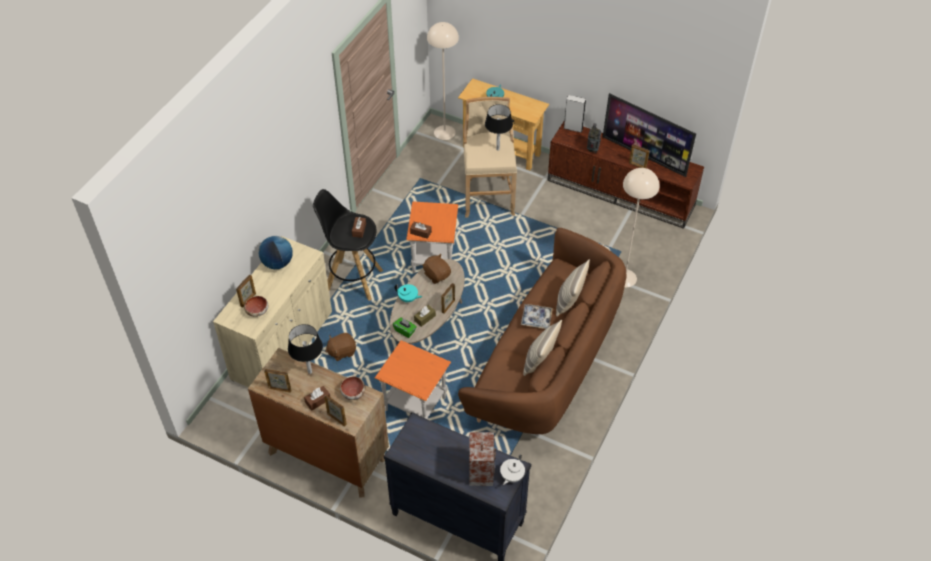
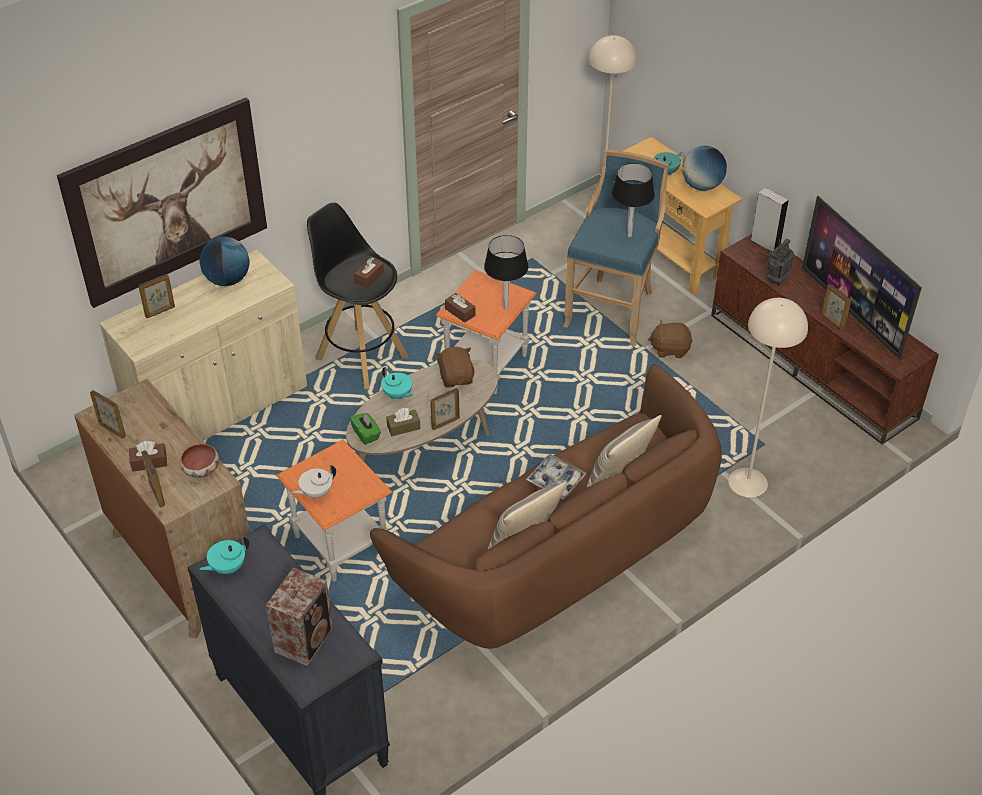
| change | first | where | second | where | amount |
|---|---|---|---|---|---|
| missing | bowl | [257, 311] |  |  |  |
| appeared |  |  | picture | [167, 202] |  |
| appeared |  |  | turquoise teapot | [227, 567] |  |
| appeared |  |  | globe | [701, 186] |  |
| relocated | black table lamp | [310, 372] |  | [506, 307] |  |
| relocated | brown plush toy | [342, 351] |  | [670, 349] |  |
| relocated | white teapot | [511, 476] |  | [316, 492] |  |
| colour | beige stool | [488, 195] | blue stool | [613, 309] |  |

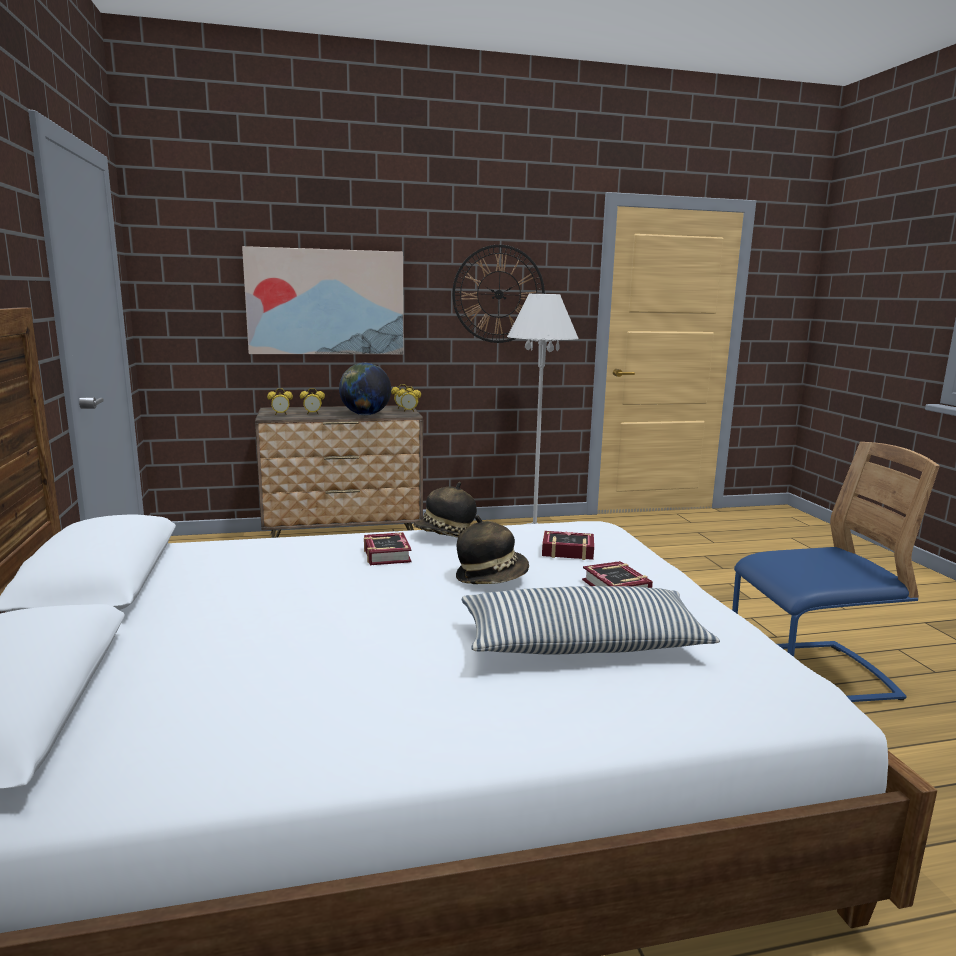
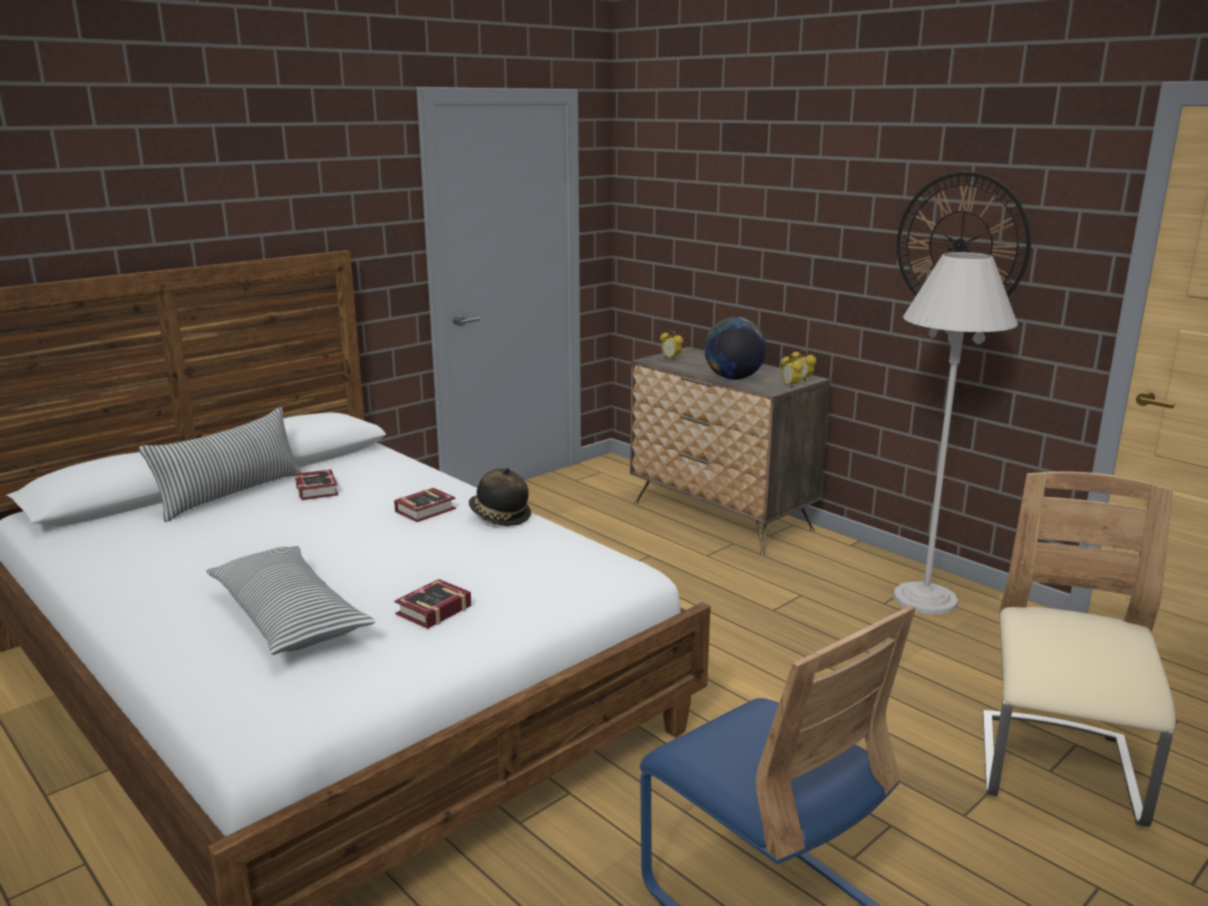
| change | first | where | second | where | amount |
|---|---|---|---|---|---|
| missing | picture | [326, 302] |  |  |  |
| missing | alarm clock | [313, 414] |  |  |  |
| missing | hat | [491, 577] |  |  |  |
| appeared |  |  | pillow | [231, 494] |  |
| appeared |  |  | beige chair | [1058, 771] |  |
| relocated | book | [565, 550] |  | [318, 489] |  |

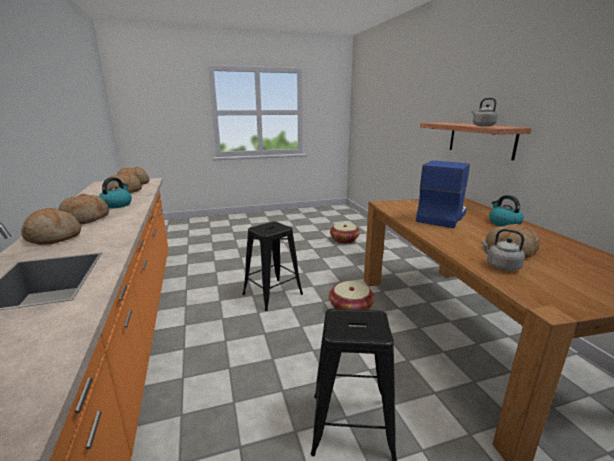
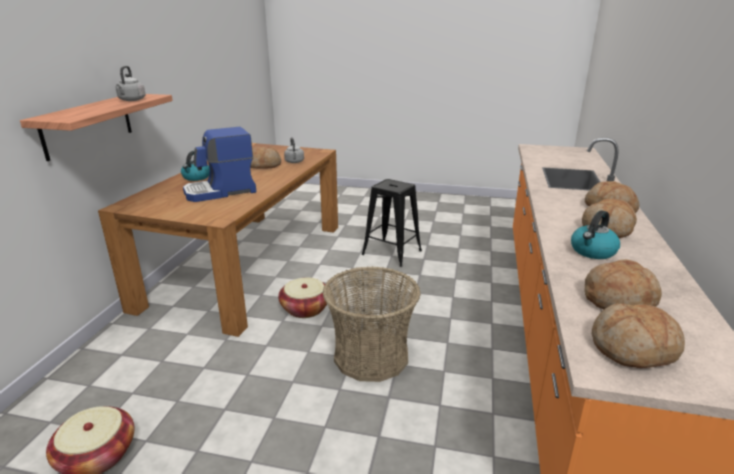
| change | first | where | second | where | amount |
|---|---|---|---|---|---|
| exchanged | black stool | [272, 294] | basket | [371, 356] |  |

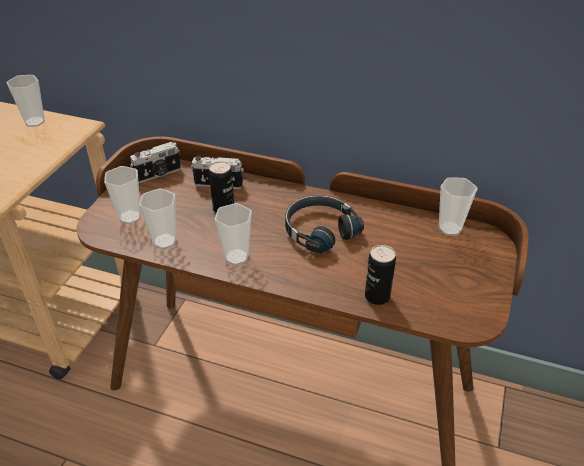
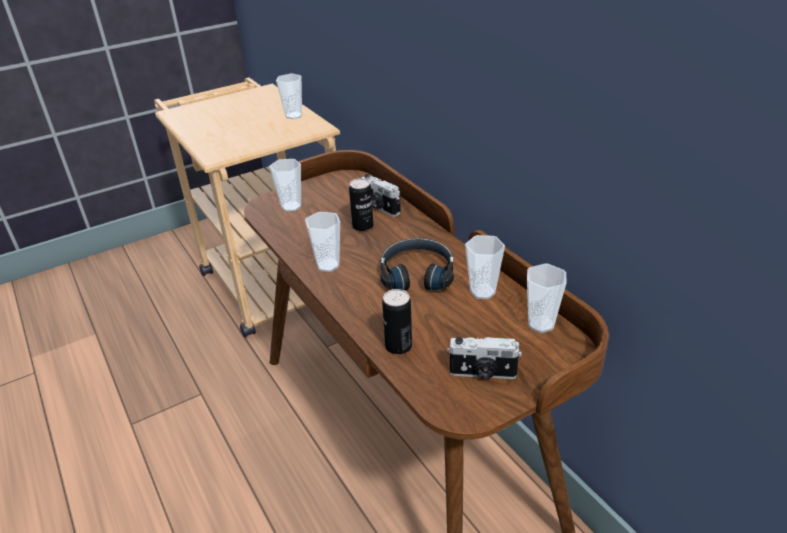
| change | first | where | second | where | amount |
|---|---|---|---|---|---|
| relocated | photo camera | [158, 174] |  | [483, 374] |  |
| relocated | cup | [164, 241] |  | [482, 292] |  |

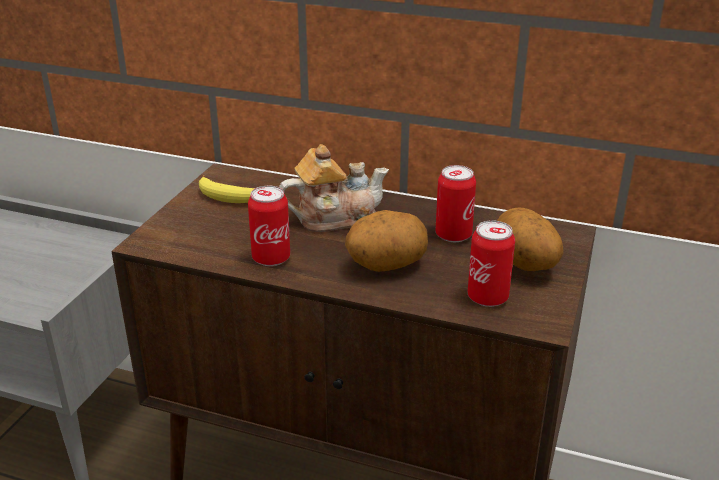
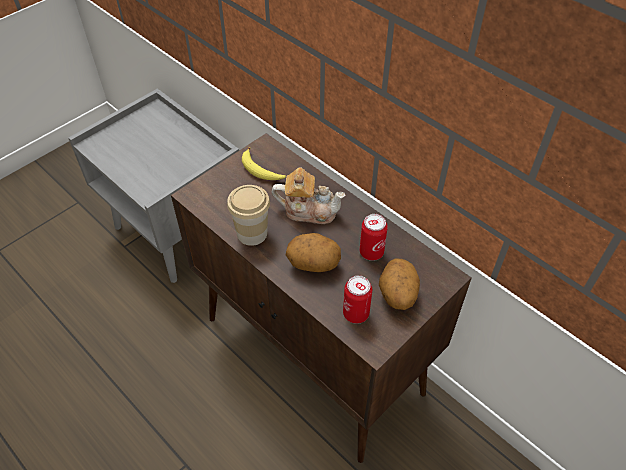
| change | first | where | second | where | amount |
|---|---|---|---|---|---|
| exchanged | can | [271, 258] | cup | [252, 233] |  |

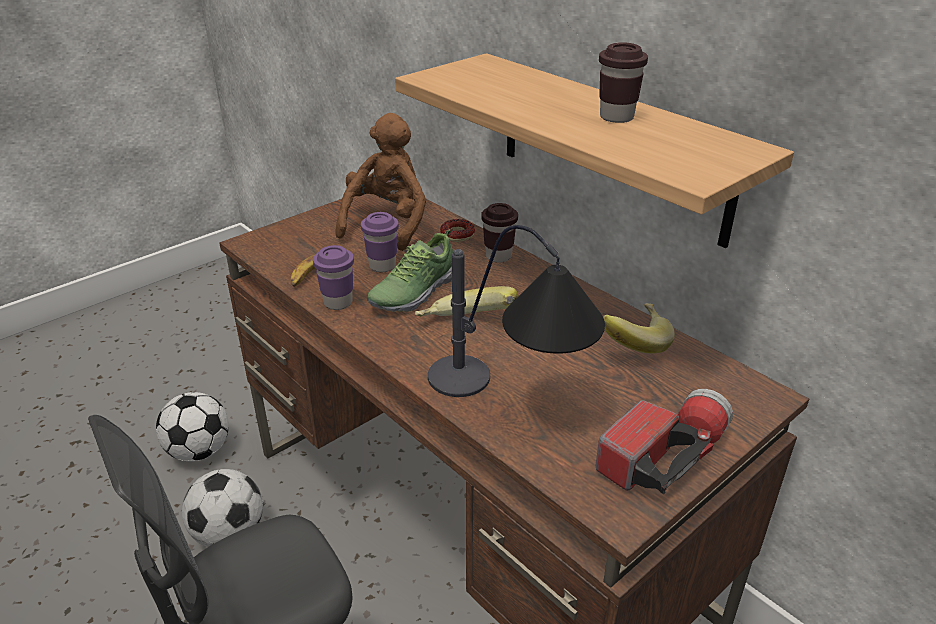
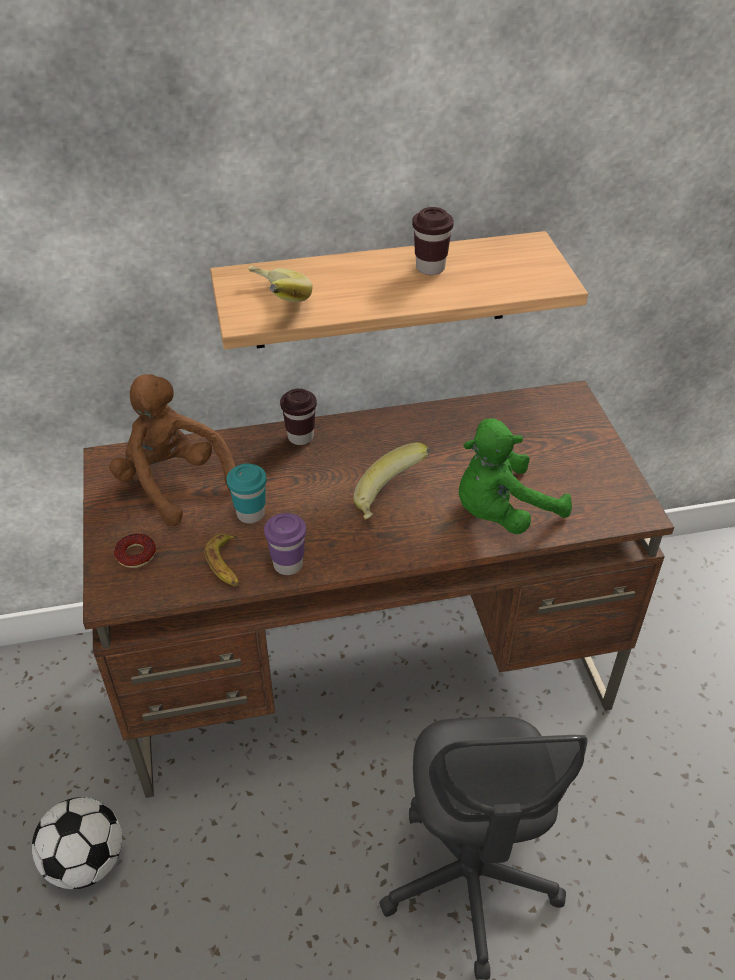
| change | first | where | second | where | amount |
|---|---|---|---|---|---|
| missing | football | [229, 534] |  |  |  |
| missing | shoe | [413, 291] |  |  |  |
| missing | flashlight | [663, 455] |  |  |  |
| relocated | donut | [457, 235] |  | [136, 554] |  |
| relocated | banana | [632, 343] |  | [274, 304] |  |
| exchanged | table lamp | [512, 402] | green plush toy | [501, 513] |  |
| colour | purple cup | [382, 266] | turquoise cup | [250, 514] |  |

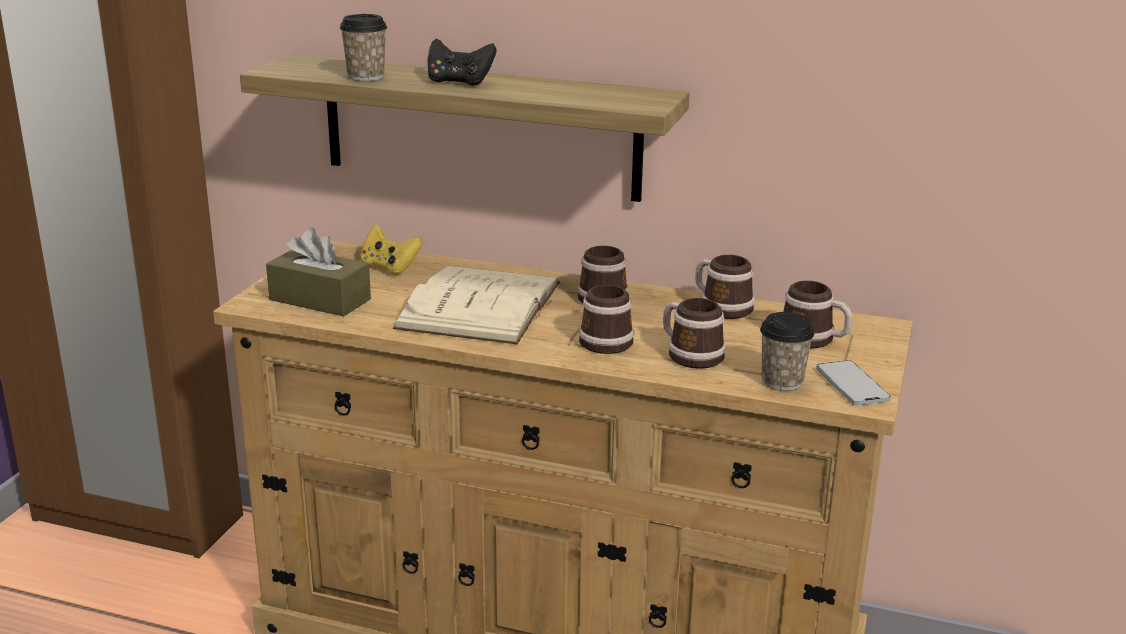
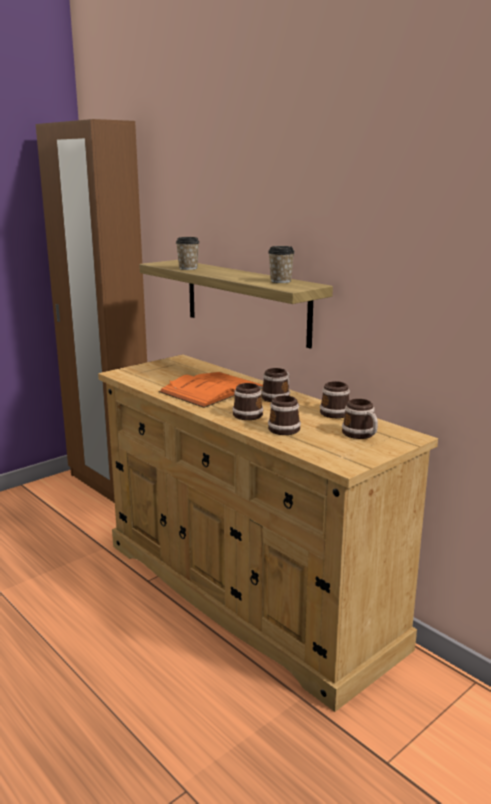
| change | first | where | second | where | amount |
|---|---|---|---|---|---|
| missing | brown tissue box | [320, 299] |  |  |  |
| missing | yellow game controller | [389, 267] |  |  |  |
| missing | black game controller | [459, 82] |  |  |  |
| missing | phone | [852, 385] |  |  |  |
| relocated | cup | [782, 381] |  | [280, 281] |  |
| colour | beige book | [480, 305] | orange book | [212, 390] |  |

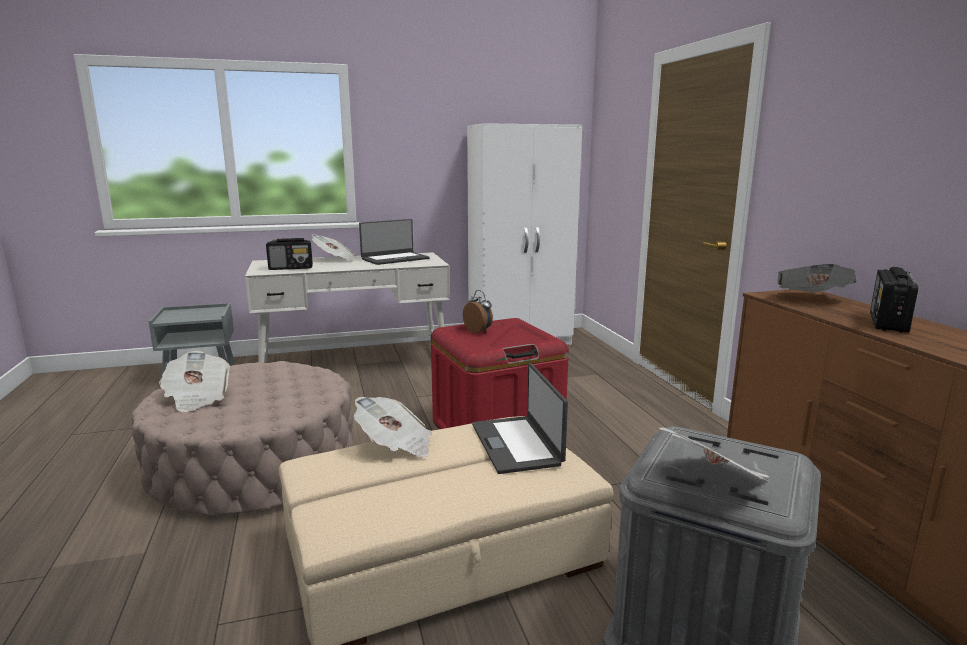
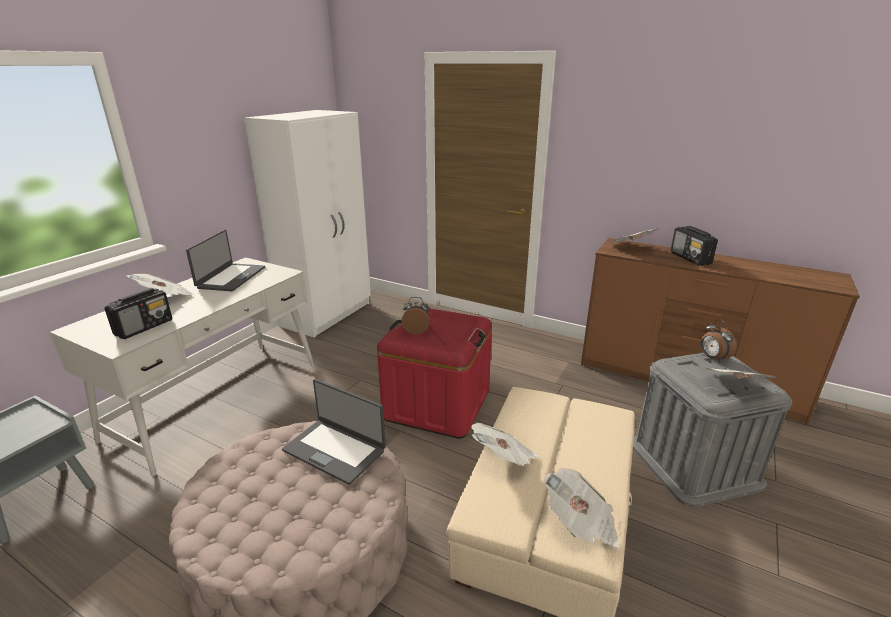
| change | first | where | second | where | amount |
|---|---|---|---|---|---|
| appeared |  |  | alarm clock | [712, 358] |  |
| relocated | newspaper | [197, 398] |  | [580, 523] |  |
| relocated | laptop | [517, 444] |  | [335, 450] |  |

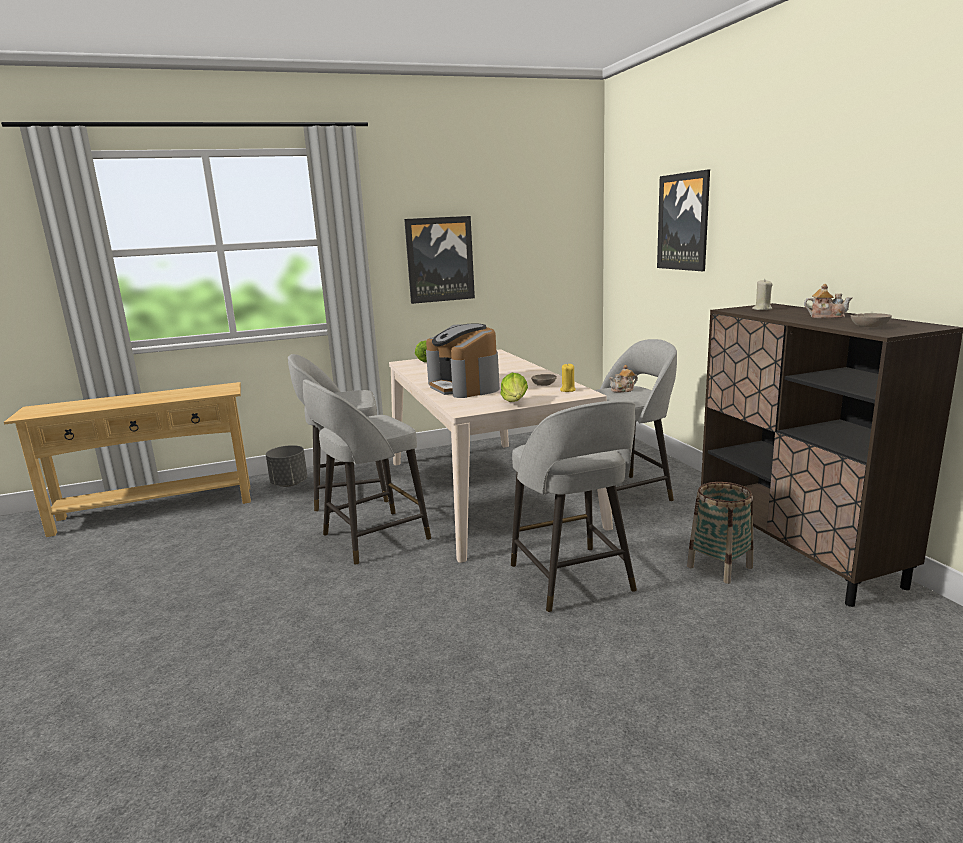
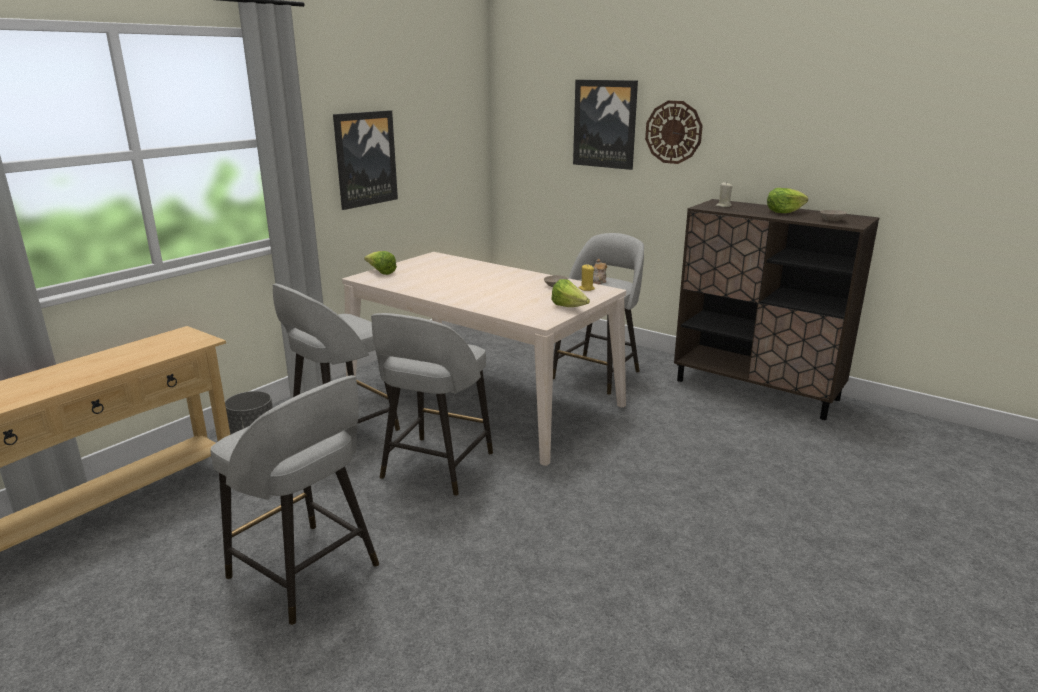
| change | first | where | second | where | amount |
|---|---|---|---|---|---|
| missing | coffee machine | [465, 387] |  |  |  |
| missing | basket | [719, 567] |  |  |  |
| appeared |  |  | wall clock | [673, 132] |  |
| relocated | grey stool | [572, 580] |  | [306, 573] |  |
| exchanged | teapot | [826, 316] | lettuce | [784, 212] |  |

